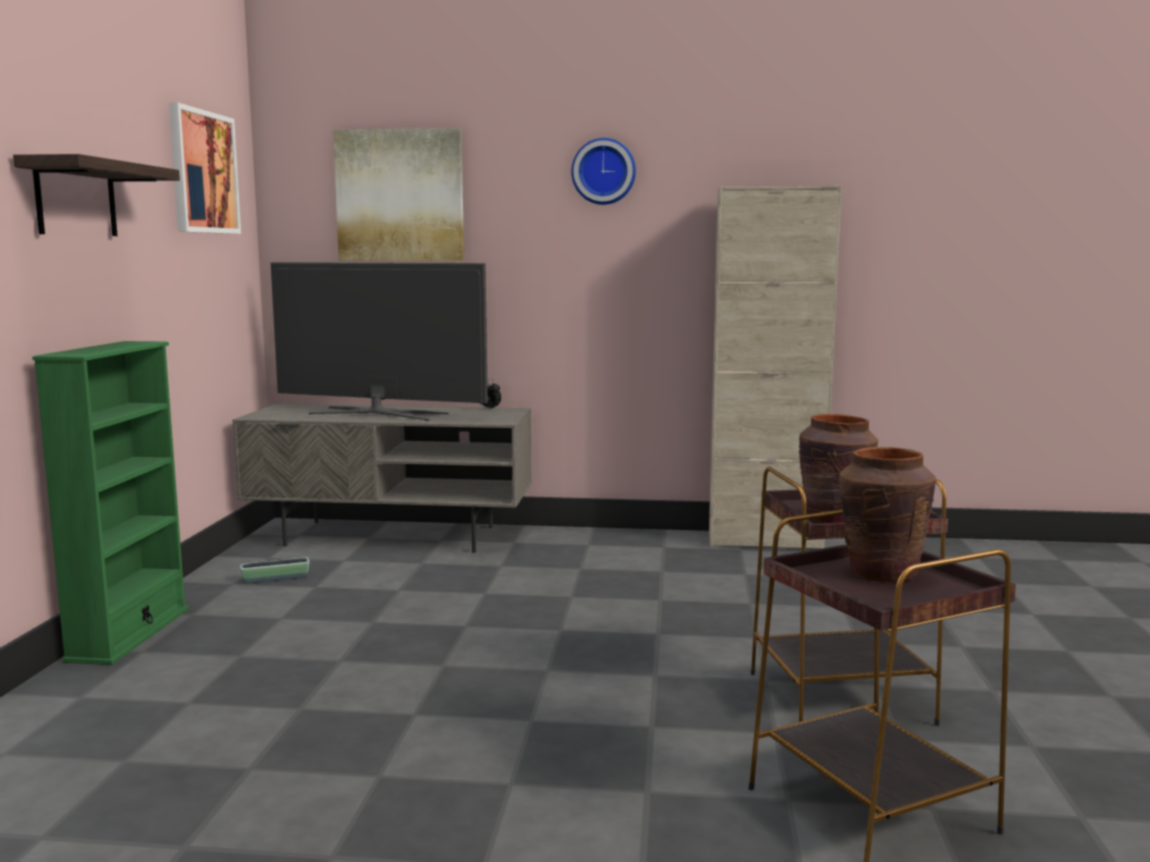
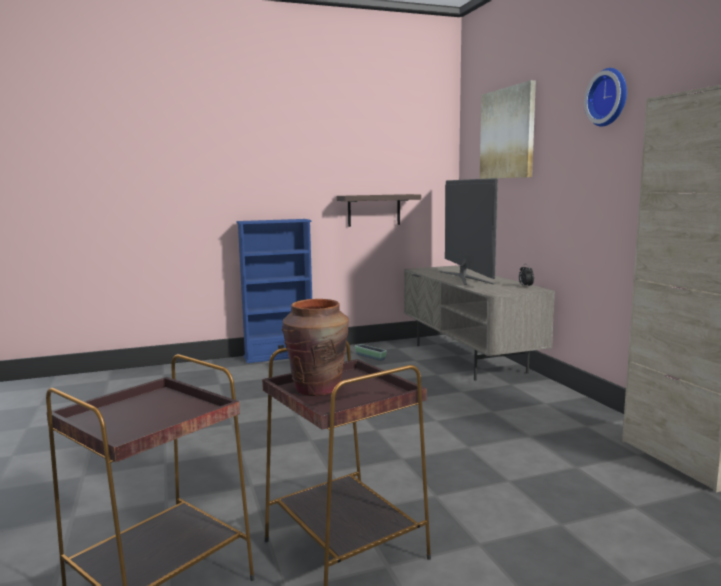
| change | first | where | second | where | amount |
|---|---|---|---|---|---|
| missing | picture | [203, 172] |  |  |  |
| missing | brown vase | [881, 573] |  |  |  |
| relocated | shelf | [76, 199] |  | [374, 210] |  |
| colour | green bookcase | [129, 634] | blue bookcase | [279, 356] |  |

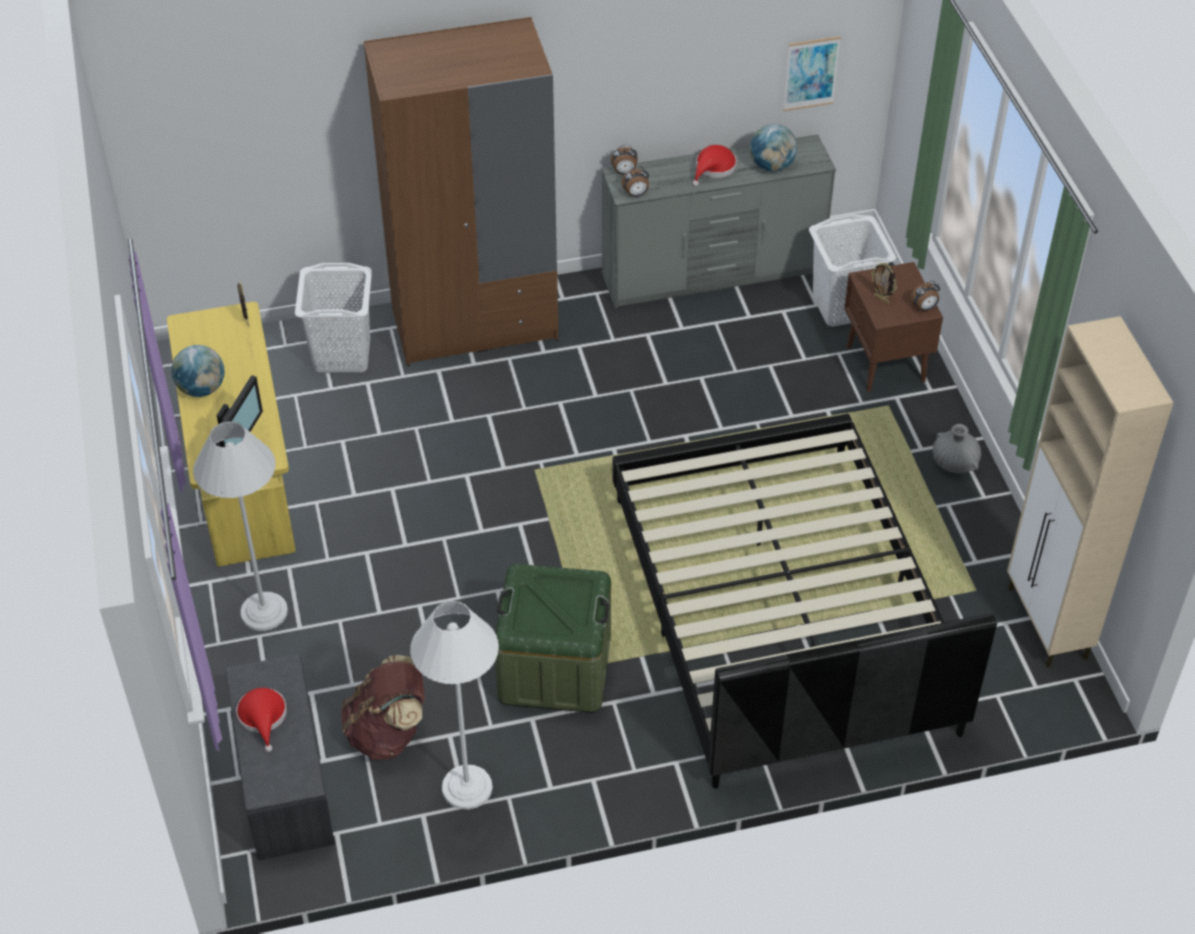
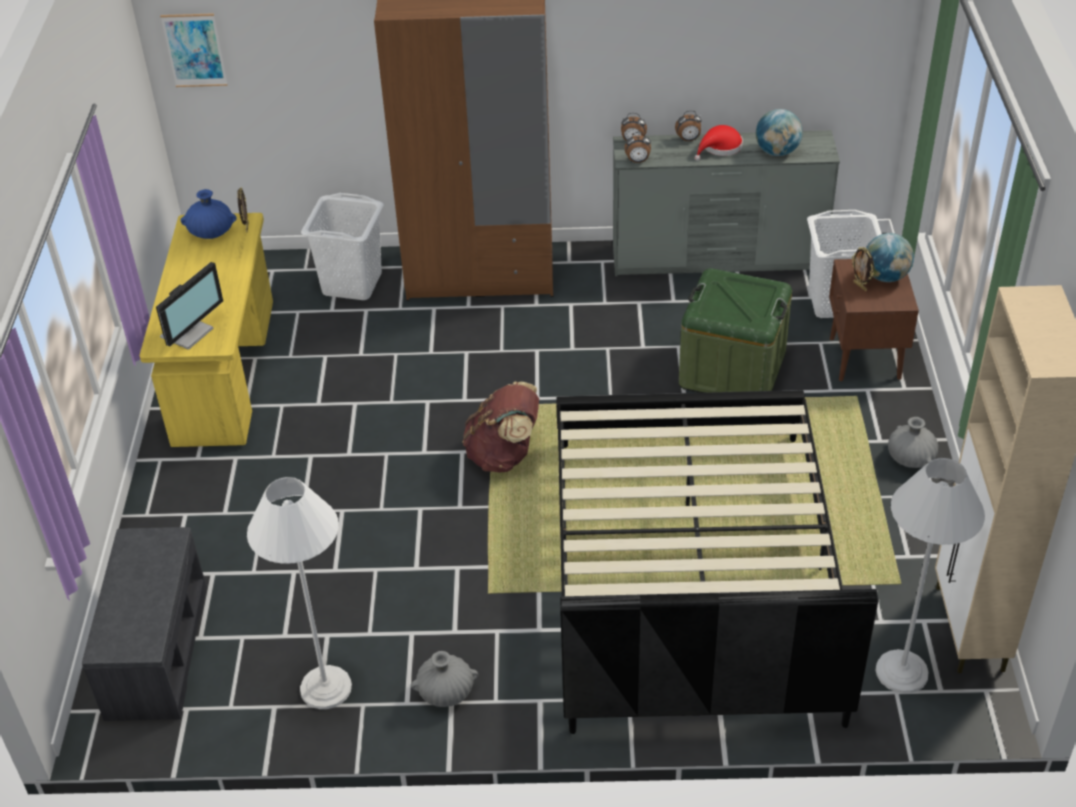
| change | first | where | second | where | amount |
|---|---|---|---|---|---|
| missing | red hat | [263, 717] |  |  |  |
| appeared |  |  | blue vase | [211, 232] |  |
| appeared |  |  | grey vase | [446, 692] |  |
| relocated | globe | [202, 389] |  | [885, 277] |  |
| relocated | white floor lamp | [264, 612] |  | [902, 672] |  |
| relocated | brown backpack | [388, 733] |  | [504, 455] |  |
| relocated | green storage box | [554, 668] |  | [732, 370] |  |
| relocated | picture | [811, 73] |  | [194, 50] |  |
| relocated | alarm clock | [924, 308] |  | [688, 140] |  |

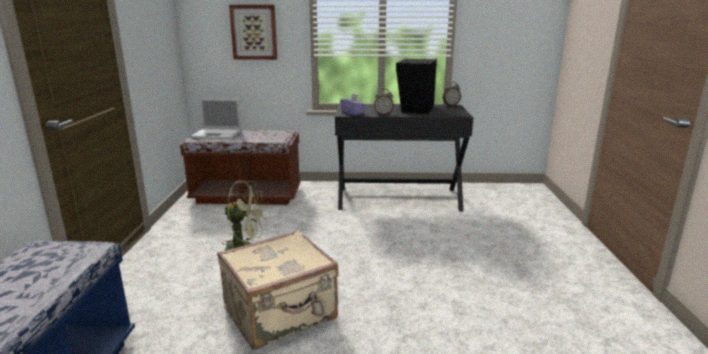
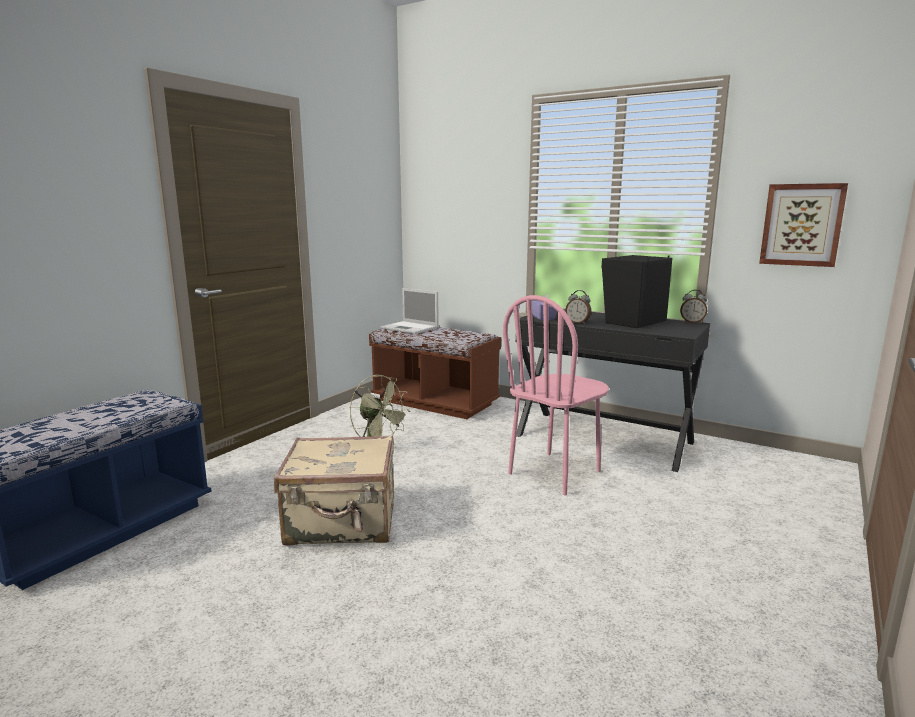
| change | first | where | second | where | amount |
|---|---|---|---|---|---|
| appeared |  |  | pink chair | [555, 472] |  |
| relocated | picture | [254, 32] |  | [801, 225] |  |

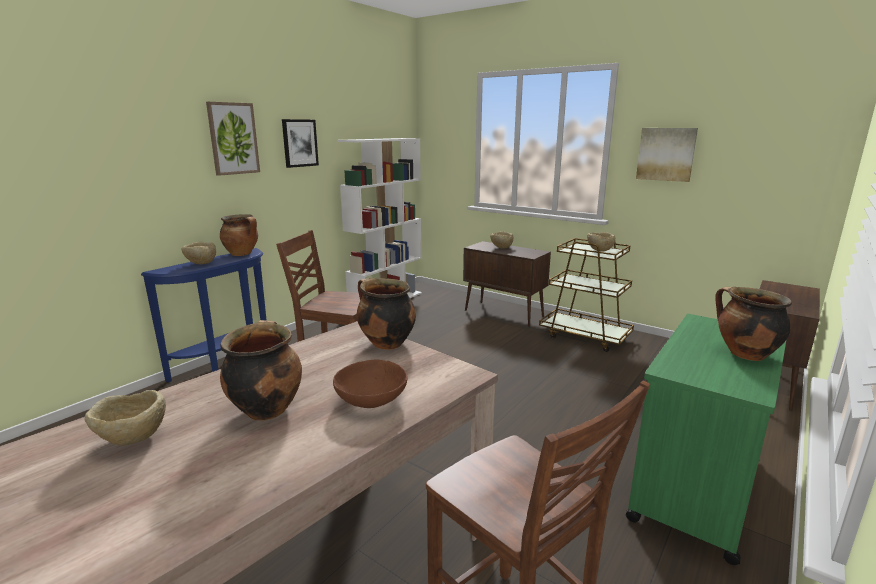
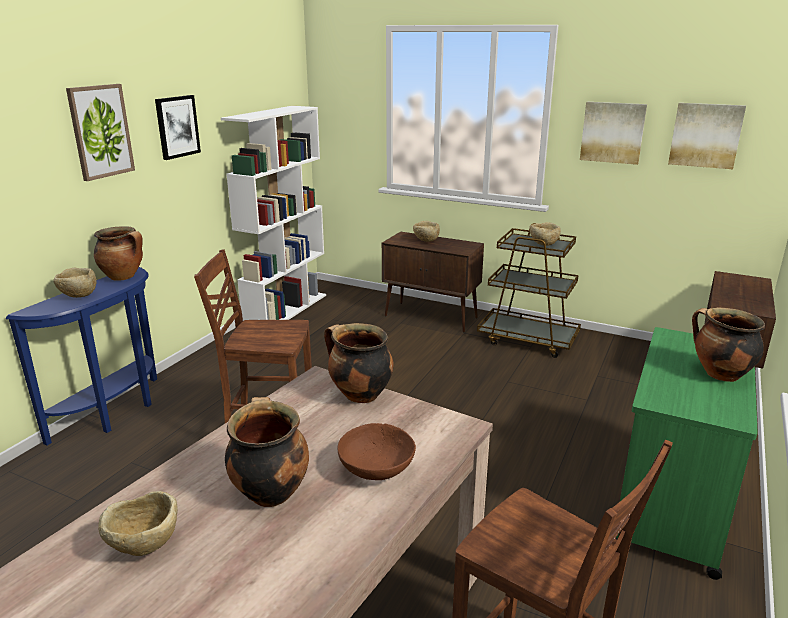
| change | first | where | second | where | amount |
|---|---|---|---|---|---|
| appeared |  |  | picture | [705, 135] |  |

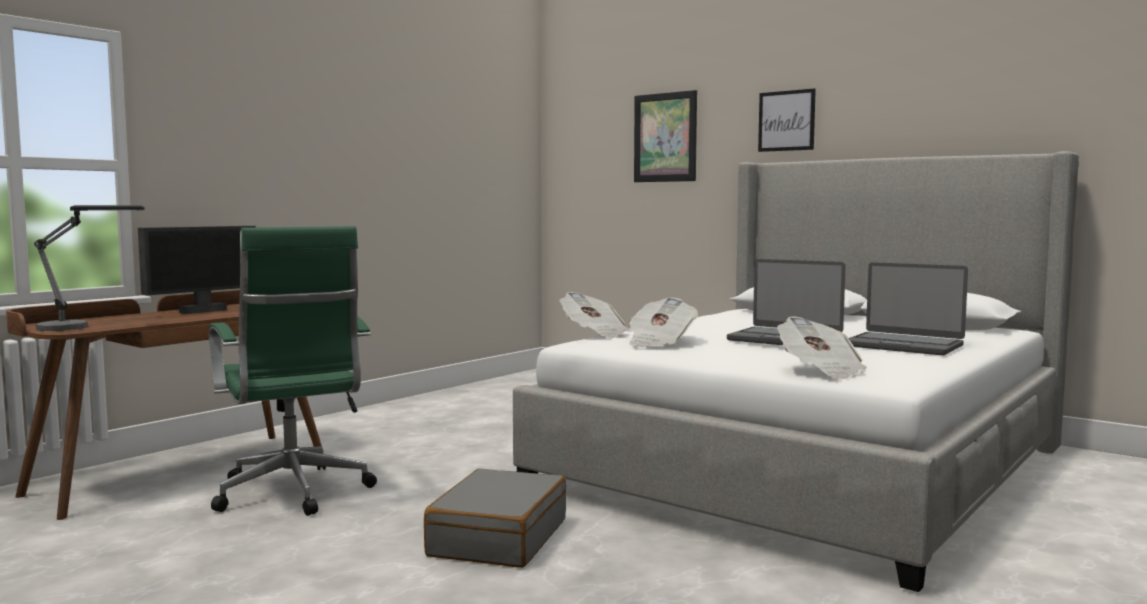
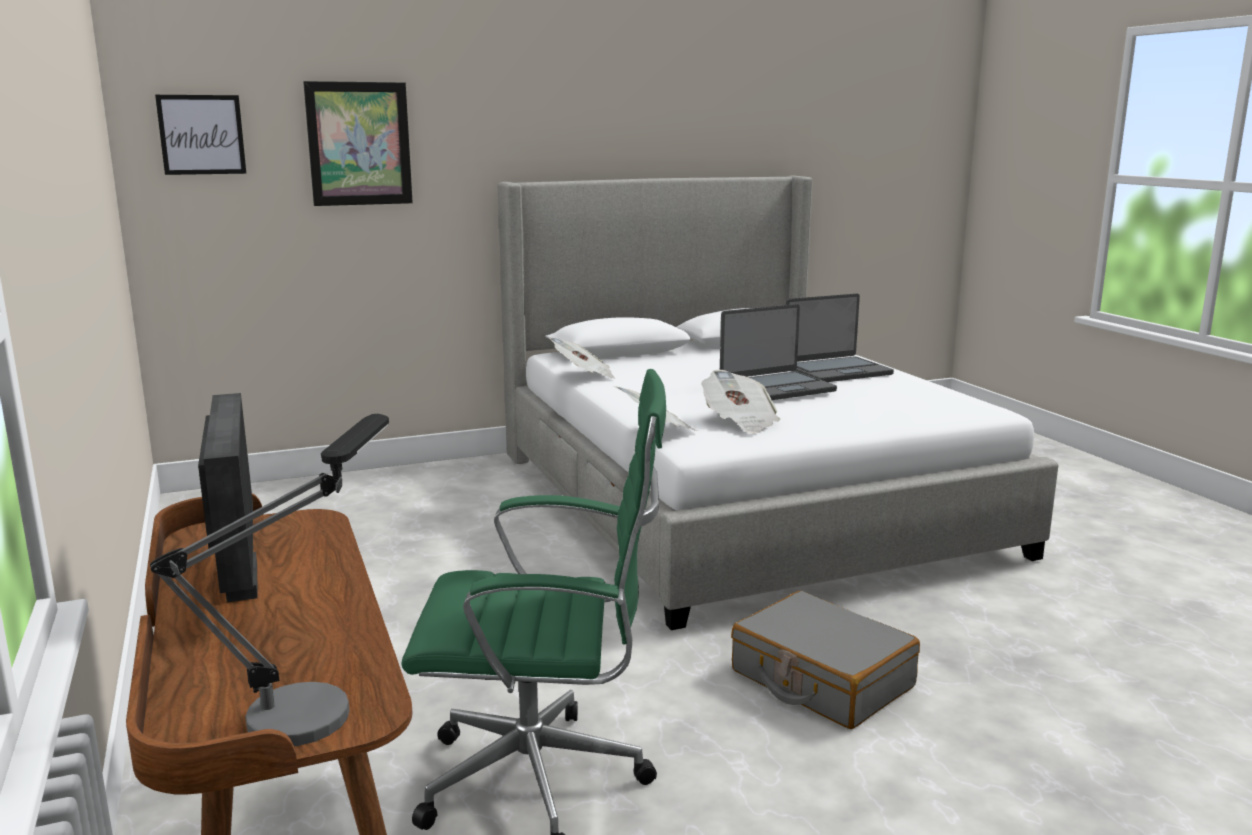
| change | first | where | second | where | amount |
|---|---|---|---|---|---|
| relocated | picture | [786, 121] |  | [201, 134] |  |
| relocated | newspaper | [820, 371] |  | [584, 376] |  |

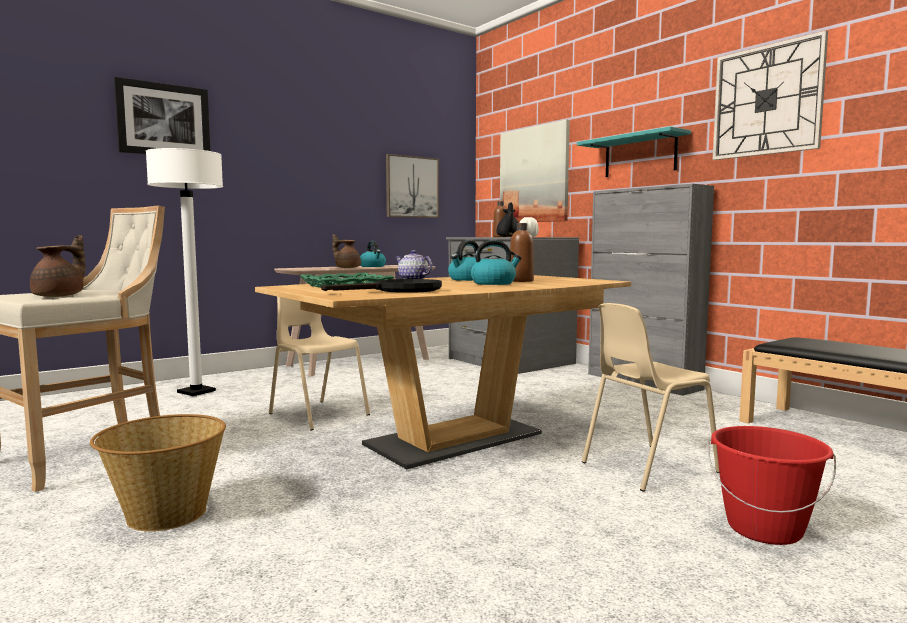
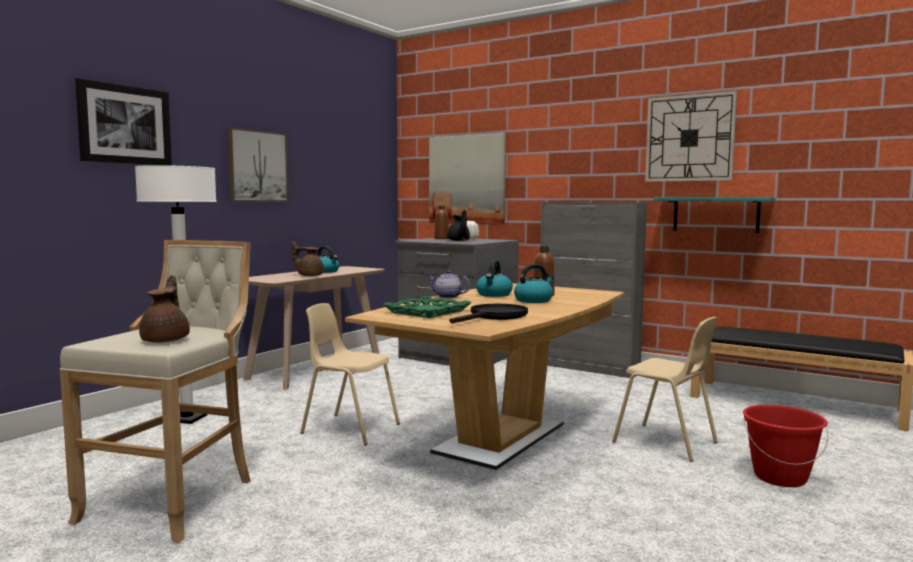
| change | first | where | second | where | amount |
|---|---|---|---|---|---|
| missing | basket | [165, 514] |  |  |  |
| relocated | picture | [412, 187] |  | [257, 166] |  |
| relocated | turquoise shelf | [640, 156] |  | [715, 214] |  |
| spun | beige chair | [646, 467] |  | [666, 442] | 90 degrees counterclockwise |

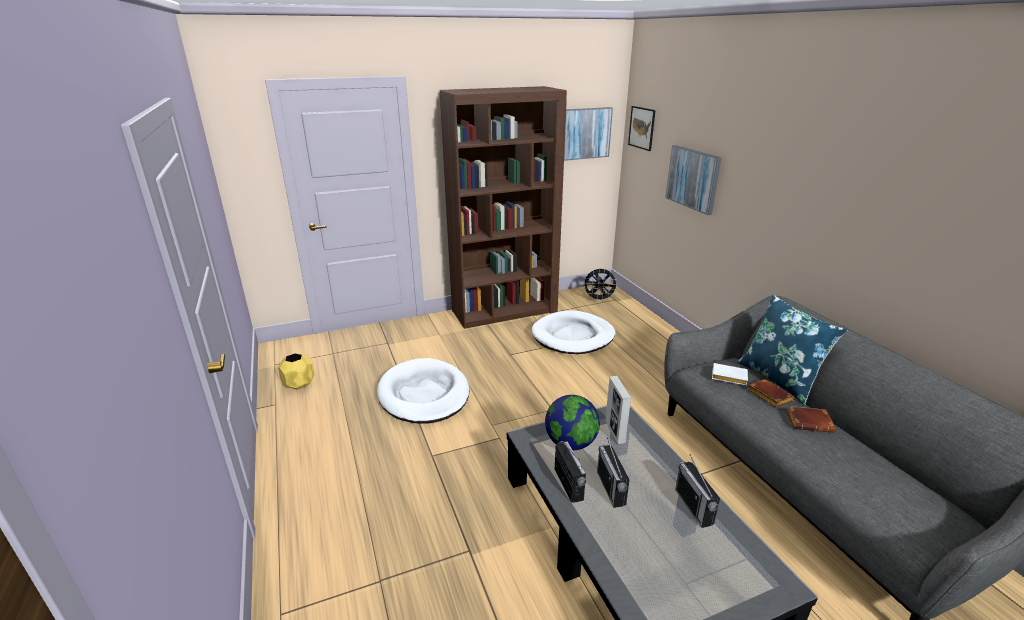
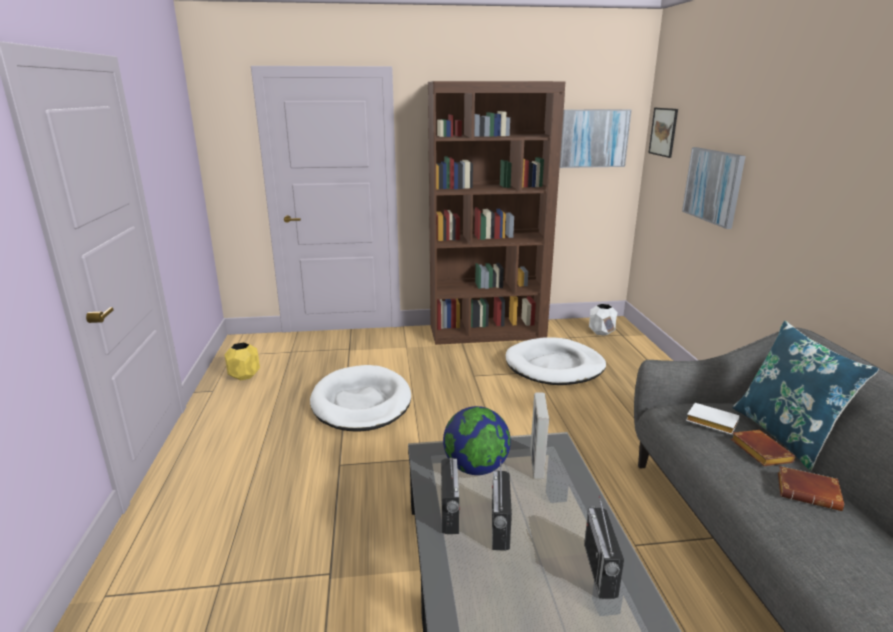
| change | first | where | second | where | amount |
|---|---|---|---|---|---|
| exchanged | black fan | [599, 299] | white planter | [601, 332] |  |

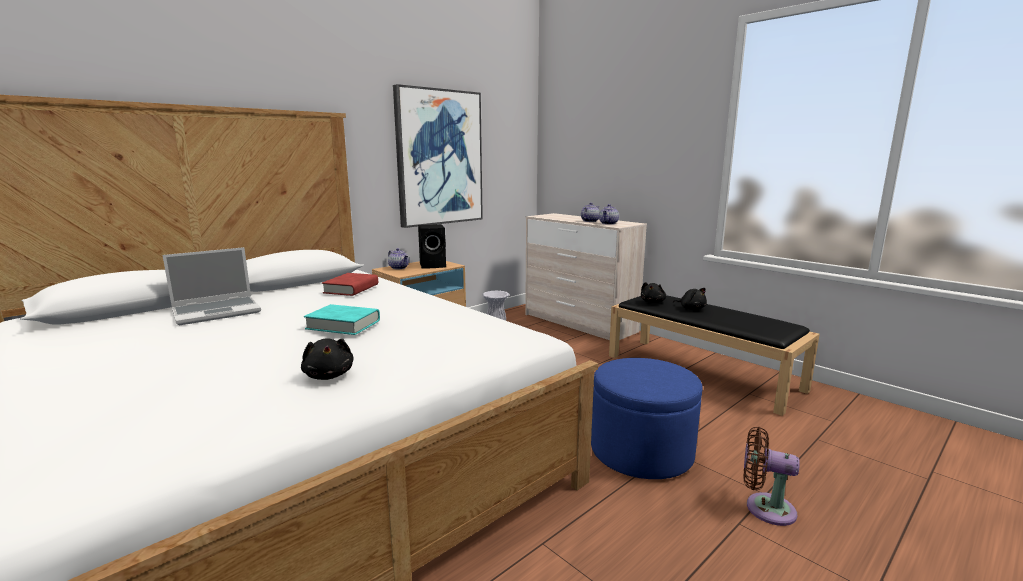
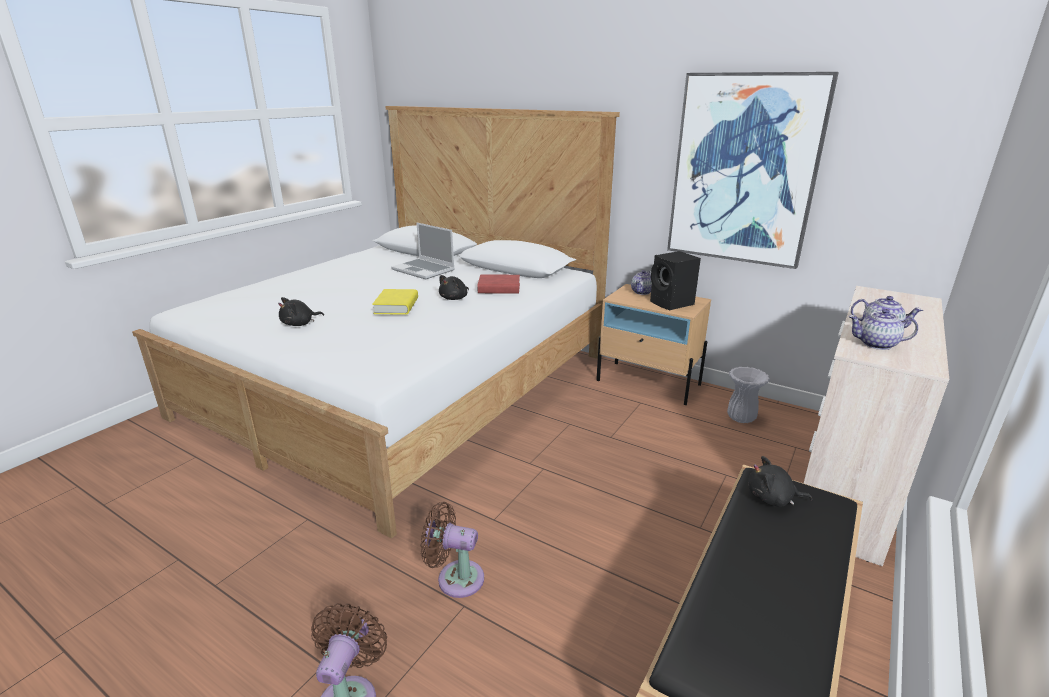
| change | first | where | second | where | amount |
|---|---|---|---|---|---|
| relocated | black plush toy | [691, 308] |  | [454, 298] |  |
| exchanged | blue ottoman | [641, 451] | brown fan | [455, 578] |  |
| colour | turquoise book | [343, 325] | yellow book | [396, 306] |  |

